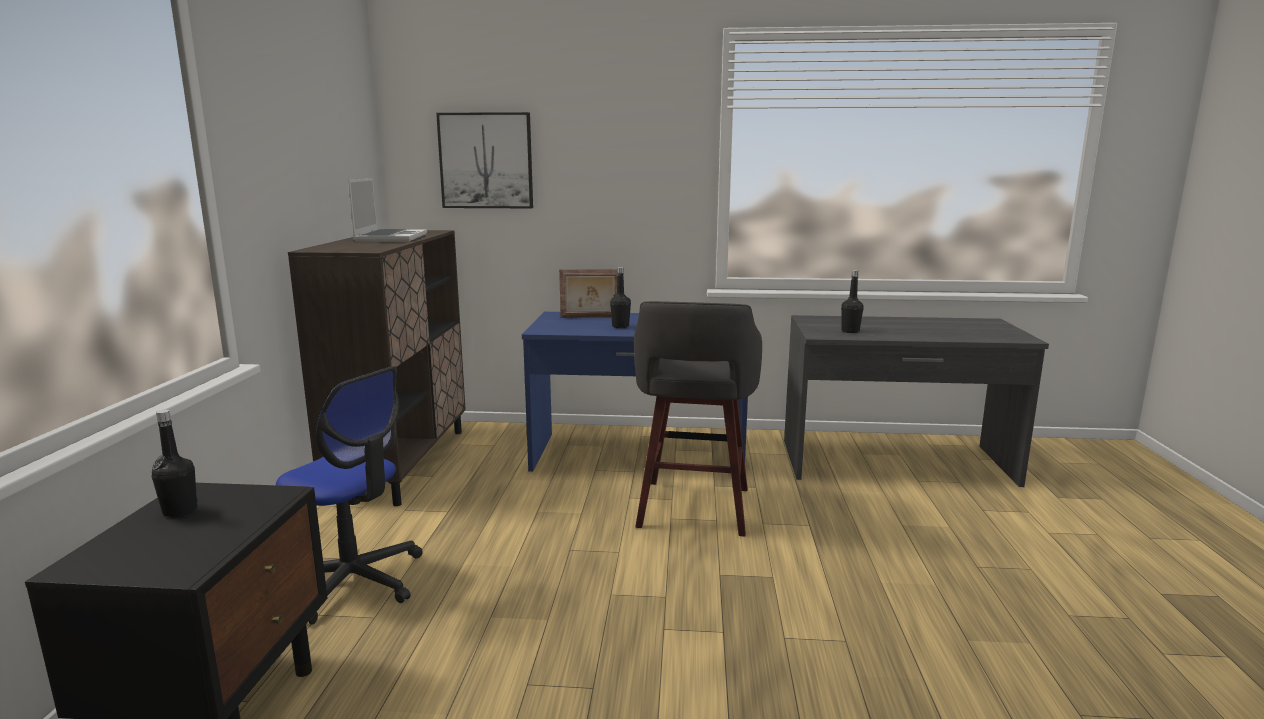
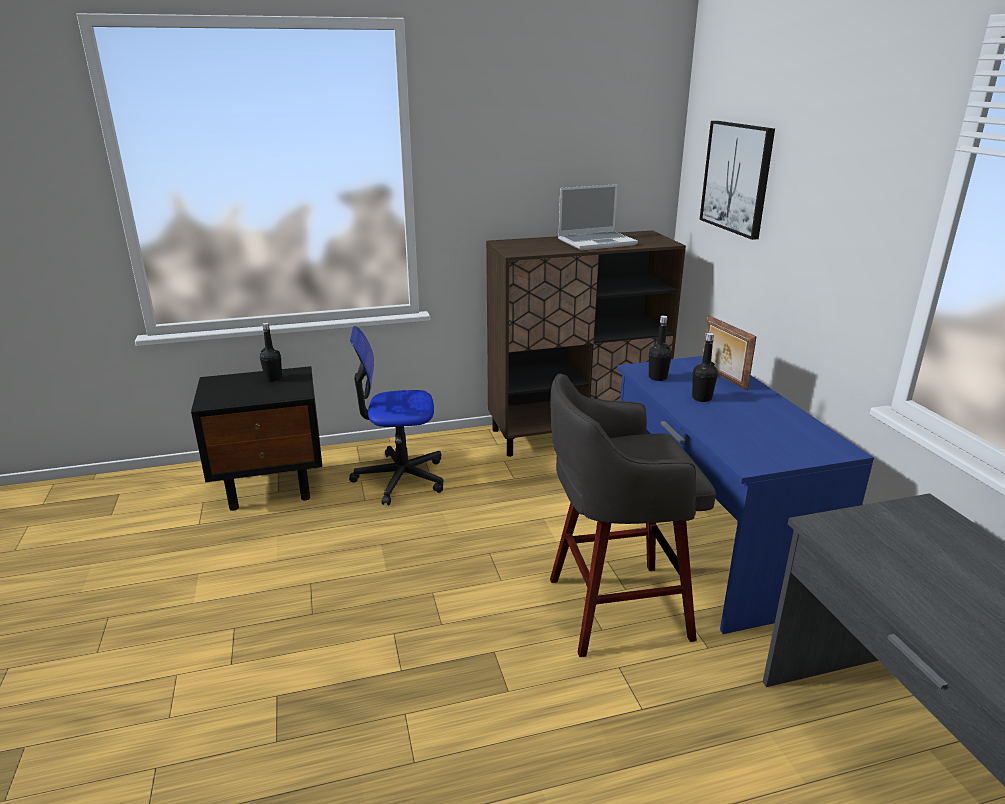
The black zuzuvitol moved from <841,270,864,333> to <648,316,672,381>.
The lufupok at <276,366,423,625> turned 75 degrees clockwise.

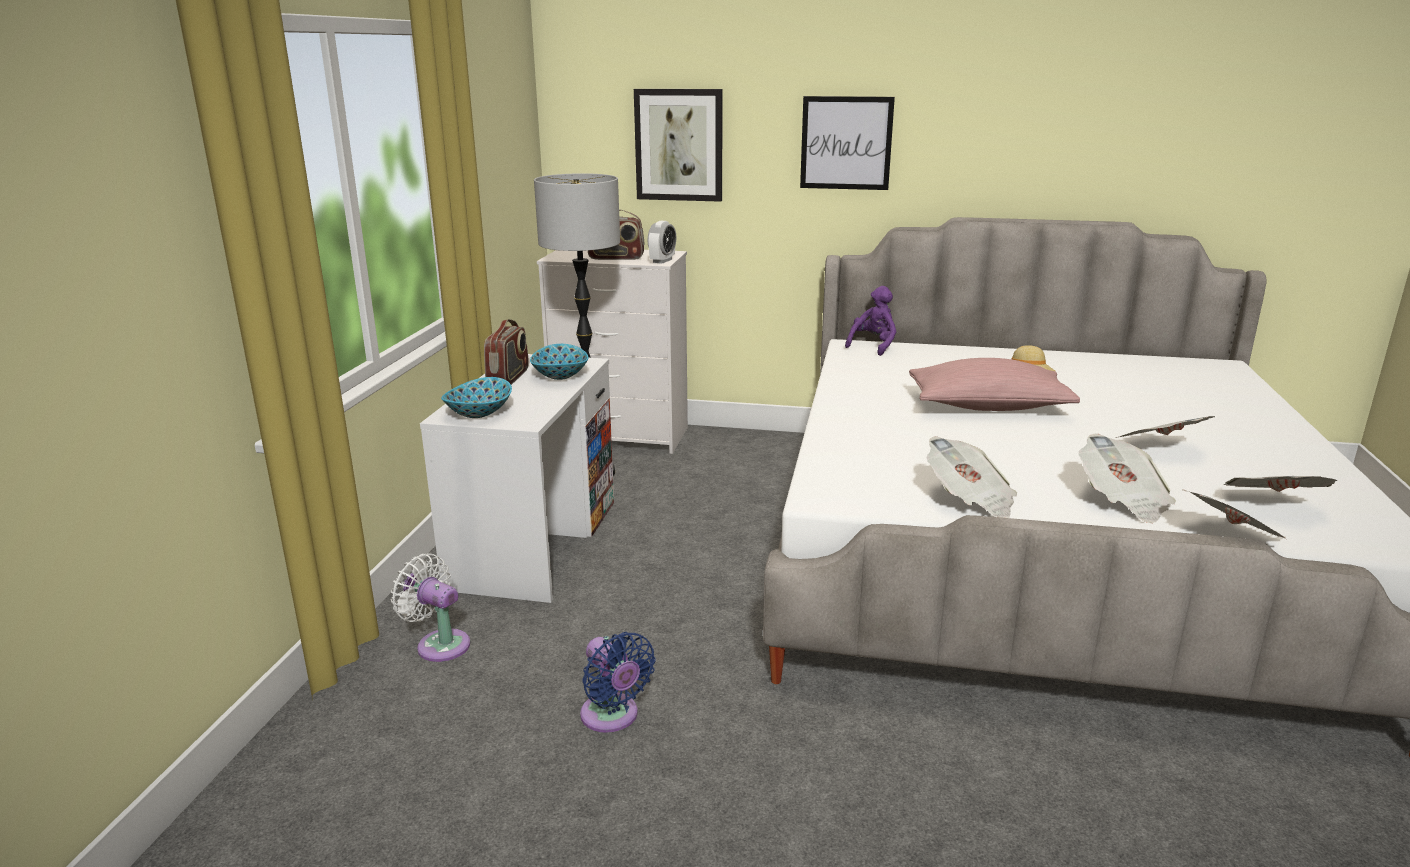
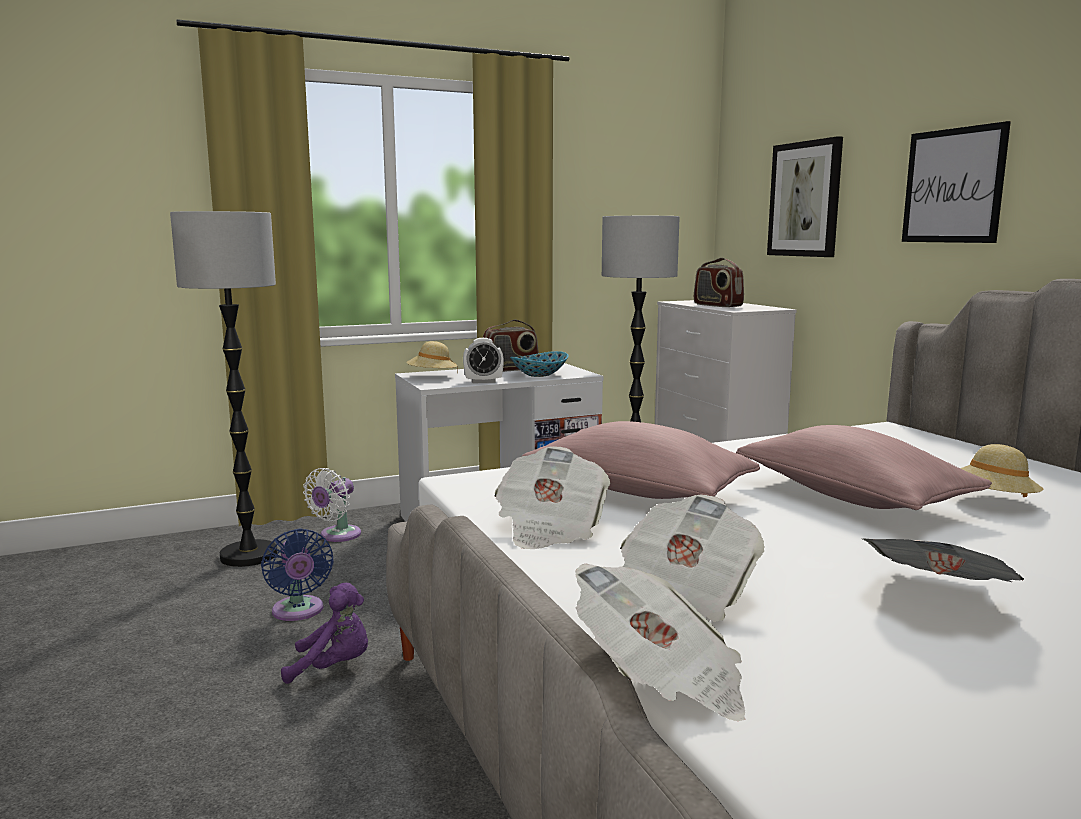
The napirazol at <1223,476,1337,492> disappeared.
The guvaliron at <170,211,277,567> appeared.
The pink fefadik at <522,421,760,499> appeared.
The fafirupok moved from <648,221,676,264> to <463,338,504,383>.
The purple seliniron moved from <845,286,896,356> to <281,583,368,684>.
The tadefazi at <441,377,512,418> was replaced by the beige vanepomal at <406,341,458,374>.
The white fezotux at <391,553,470,662> turned 150 degrees counterclockwise.
The blue fezotux at <580,632,655,733> turned 45 degrees counterclockwise.

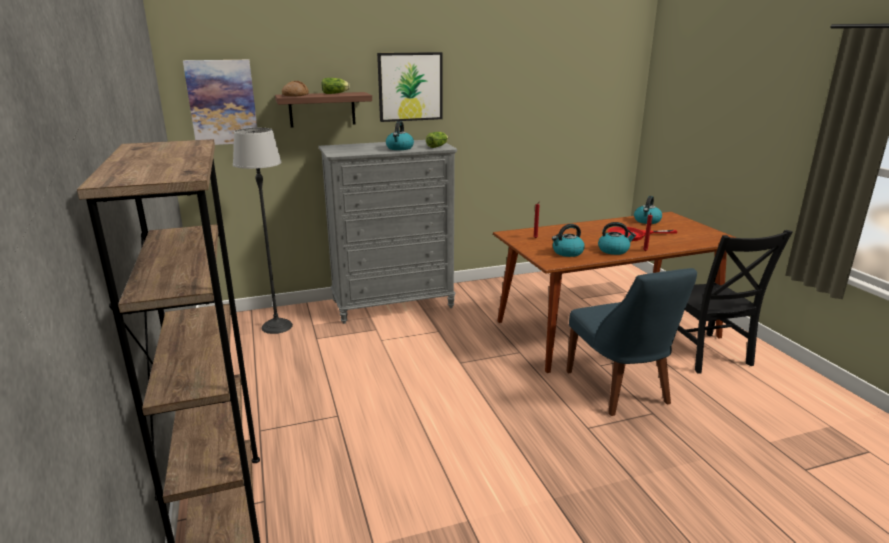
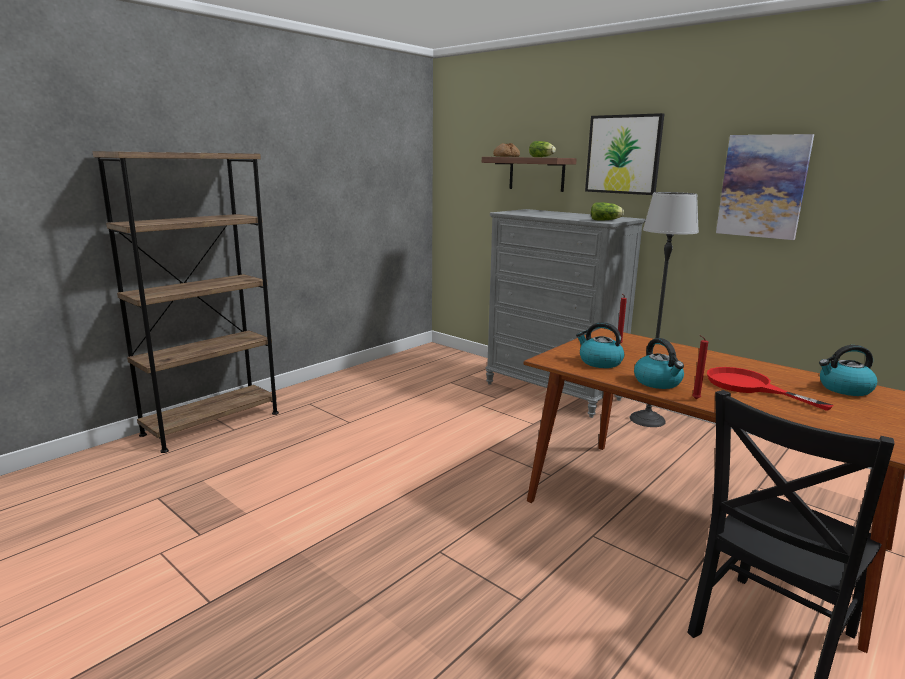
The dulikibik at <386,121,414,150> disappeared.
The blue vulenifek at <566,268,697,416> disappeared.
The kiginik moved from <183,60,257,145> to <716,134,814,240>.
The guvaliron moved from <233,128,293,334> to <629,192,699,427>.

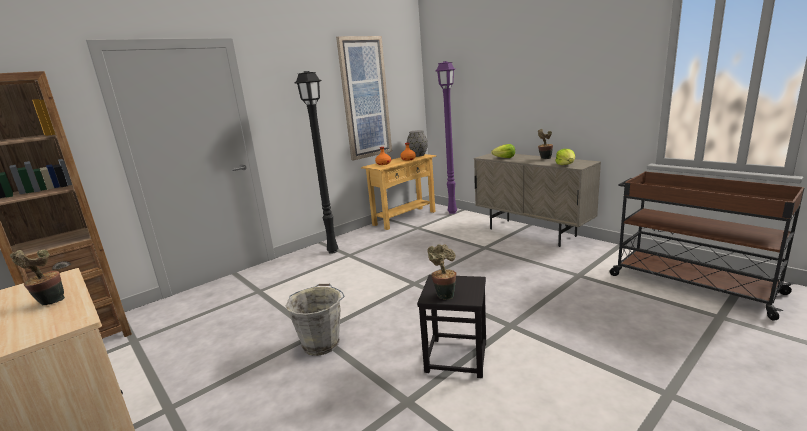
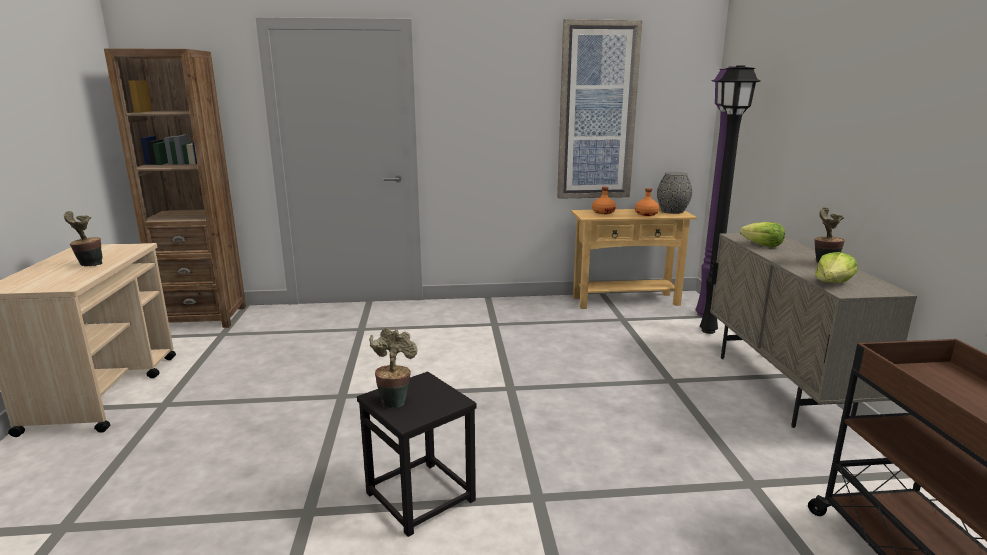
The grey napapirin at <286,284,345,356> disappeared.
The black guvaliron moved from <294,71,338,254> to <700,65,760,334>.

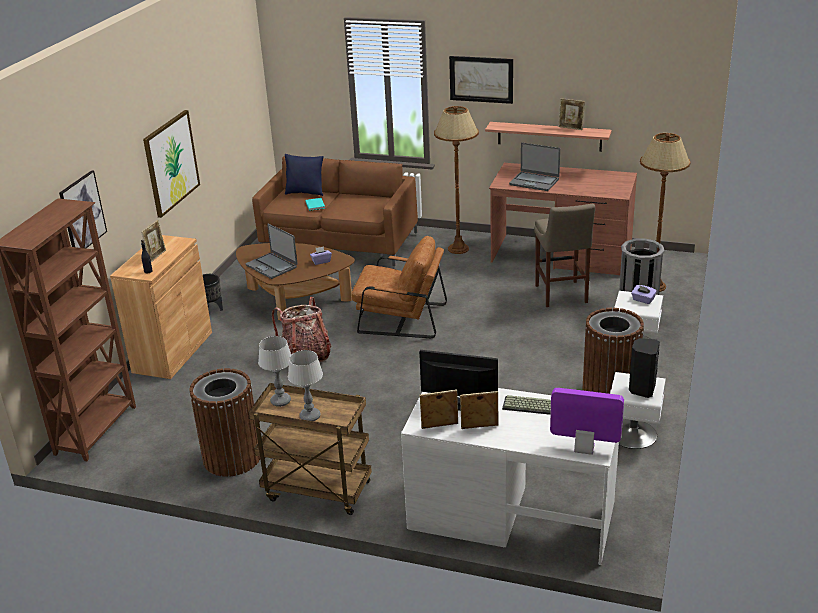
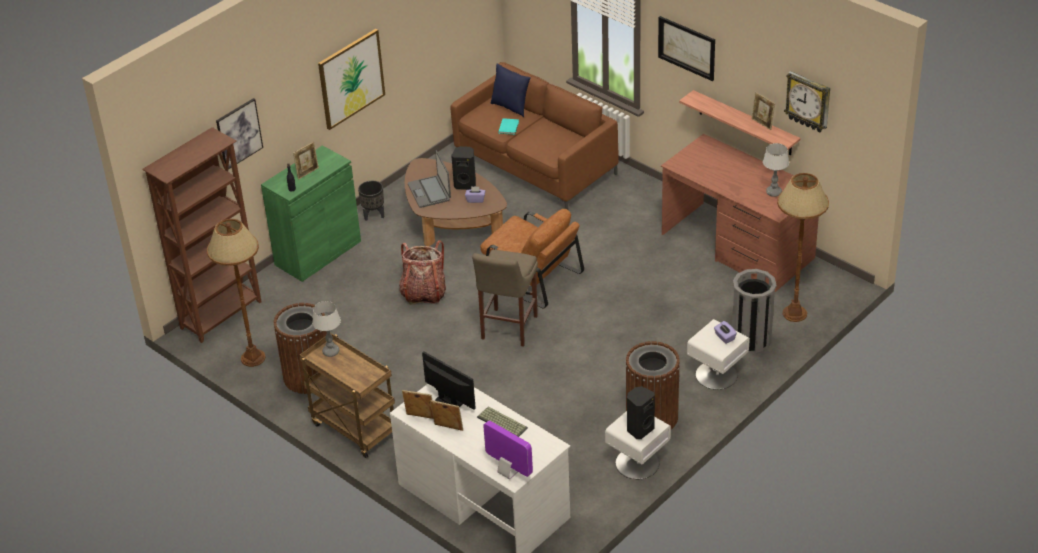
The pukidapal at <509,143,560,191> disappeared.
The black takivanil at <451,146,476,190> appeared.
The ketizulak at <784,71,830,133> appeared.
The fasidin moved from <288,350,323,421> to <763,143,789,197>.
The brown guvaliron moved from <434,106,479,254> to <207,219,266,367>.
The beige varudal moved from <534,204,595,307> to <472,250,538,347>.
The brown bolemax at <110,235,212,379> became the green bolemax at <261,145,361,282>.

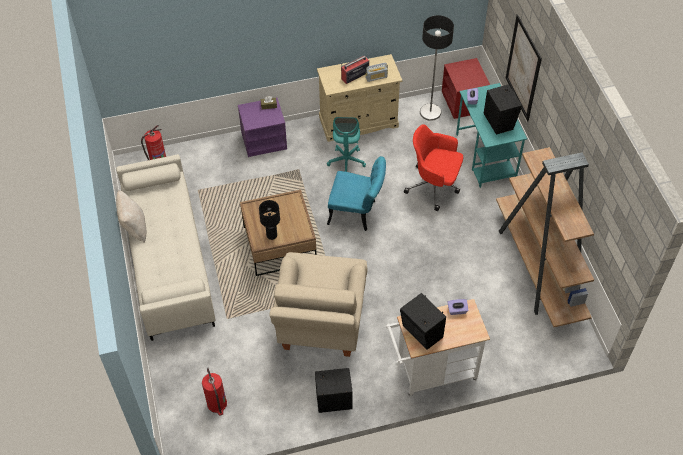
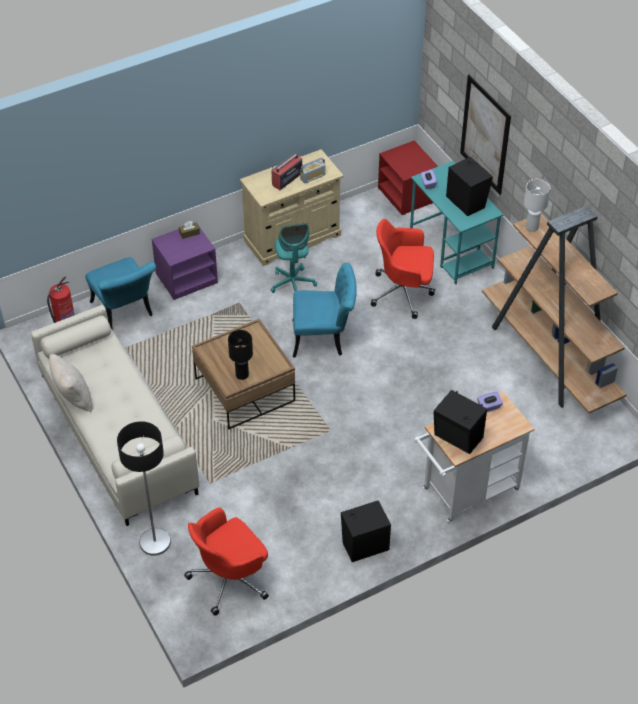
The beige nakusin at <270,252,367,357> disappeared.
The turquoise vulenifek at <85,257,156,330> appeared.
The white fasidin at <524,179,550,232> appeared.
The guvaliron moved from <420,15,454,121> to <117,421,171,556>.
The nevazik at <202,368,227,416> was replaced by the red lufupok at <184,507,269,616>.

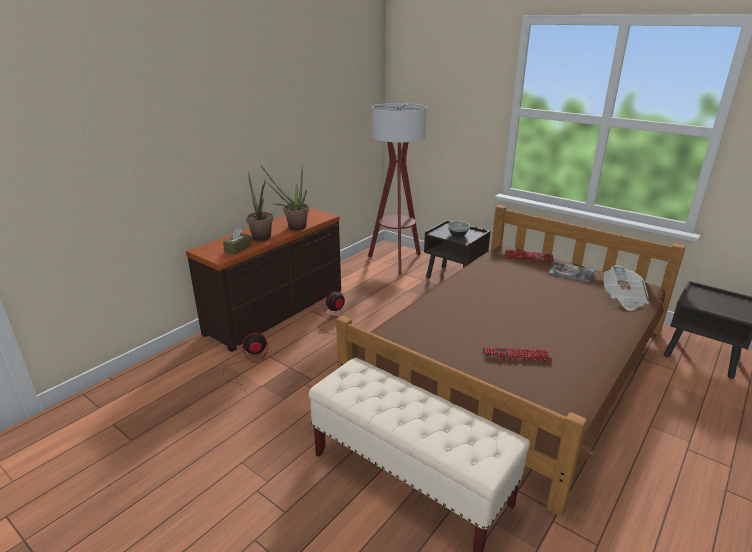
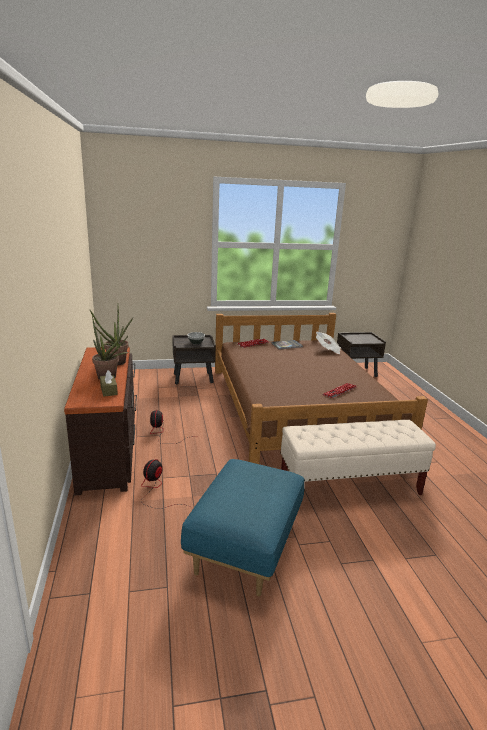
The guvaliron at <368,103,427,275> disappeared.
The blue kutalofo at <181,459,305,596> appeared.

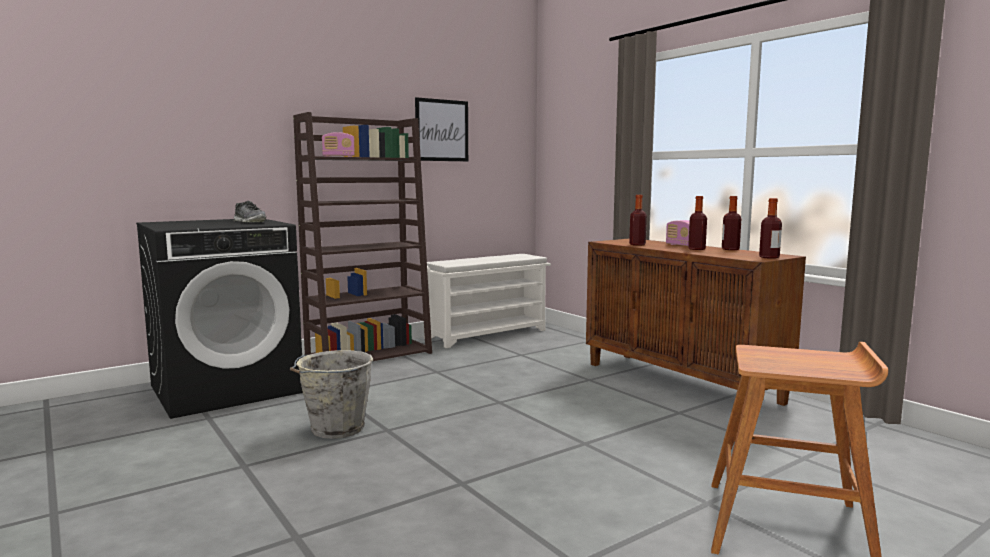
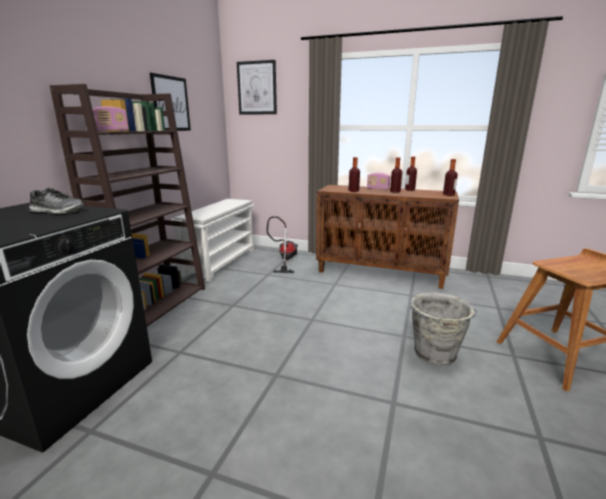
The kiginik at <237,60,277,115> appeared.
The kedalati at <267,216,298,273> appeared.
The grey napapirin moved from <290,350,374,439> to <410,292,478,366>.

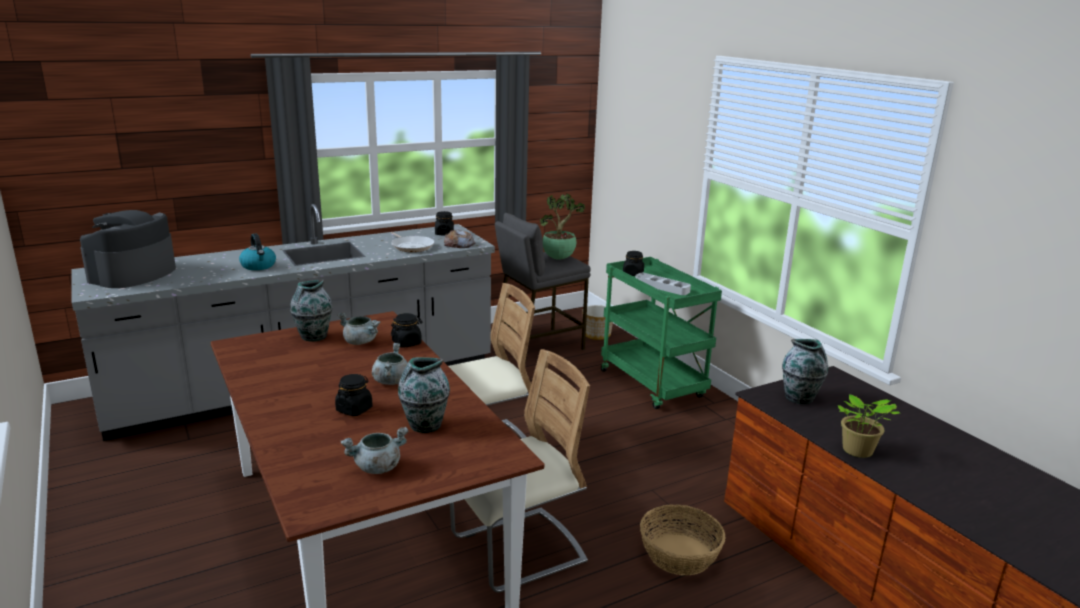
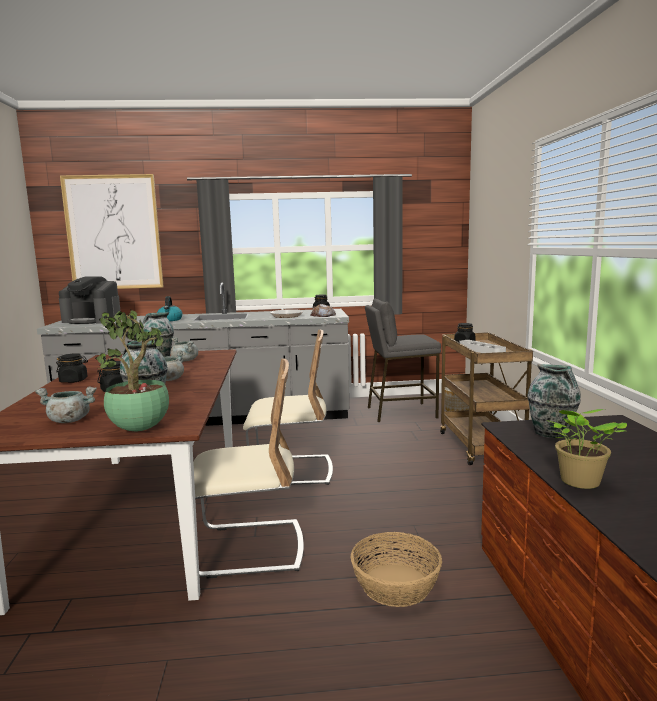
The kiginik at <60,174,164,289> appeared.
The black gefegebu moved from <391,313,422,348> to <56,353,88,383>.
The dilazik moved from <540,193,585,260> to <95,309,169,431>.
The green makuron at <601,257,722,409> became the brown makuron at <440,332,533,465>.
The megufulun at <80,210,176,288> turned 120 degrees counterclockwise.

